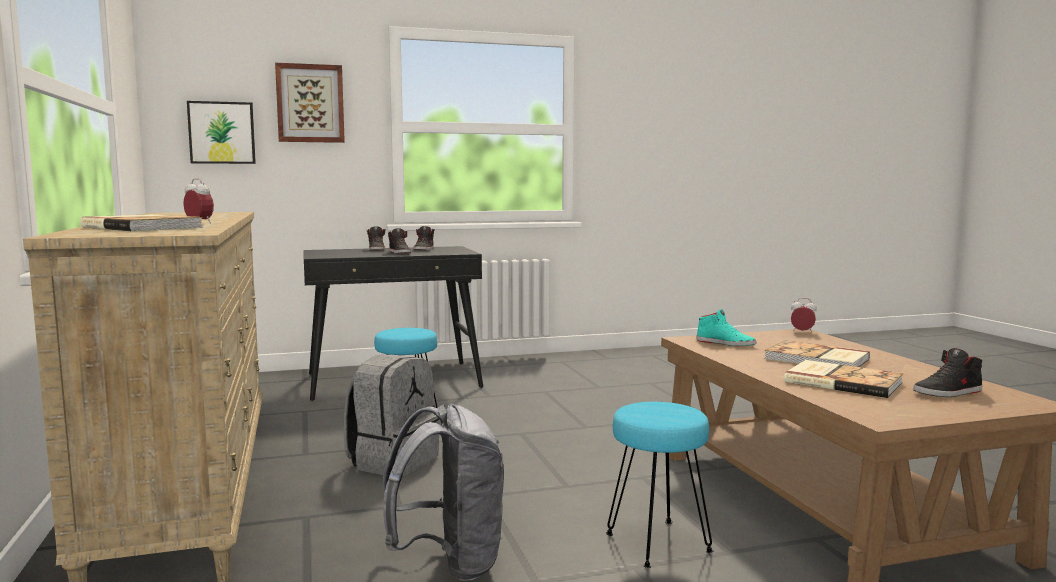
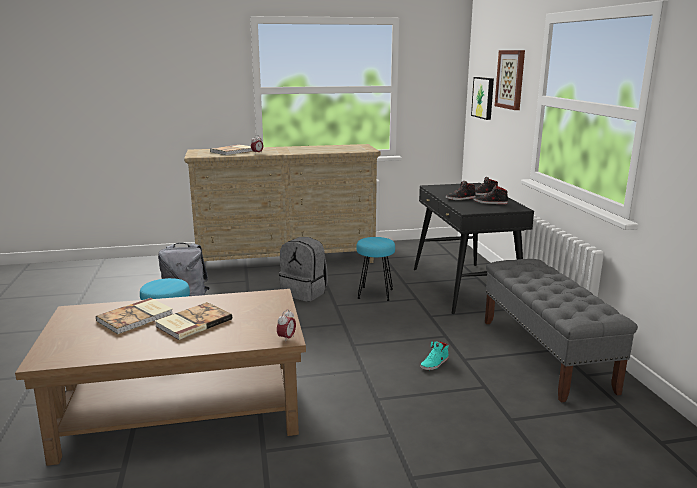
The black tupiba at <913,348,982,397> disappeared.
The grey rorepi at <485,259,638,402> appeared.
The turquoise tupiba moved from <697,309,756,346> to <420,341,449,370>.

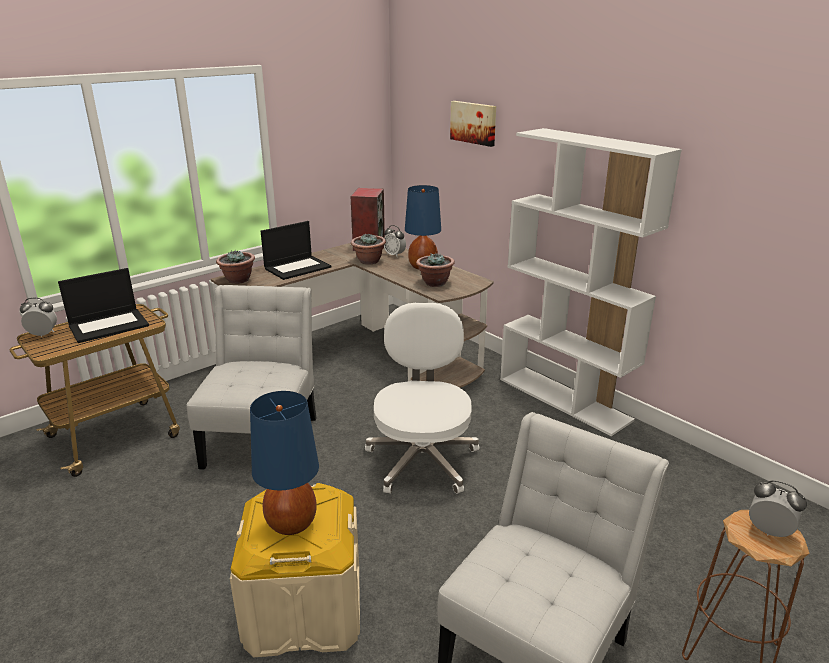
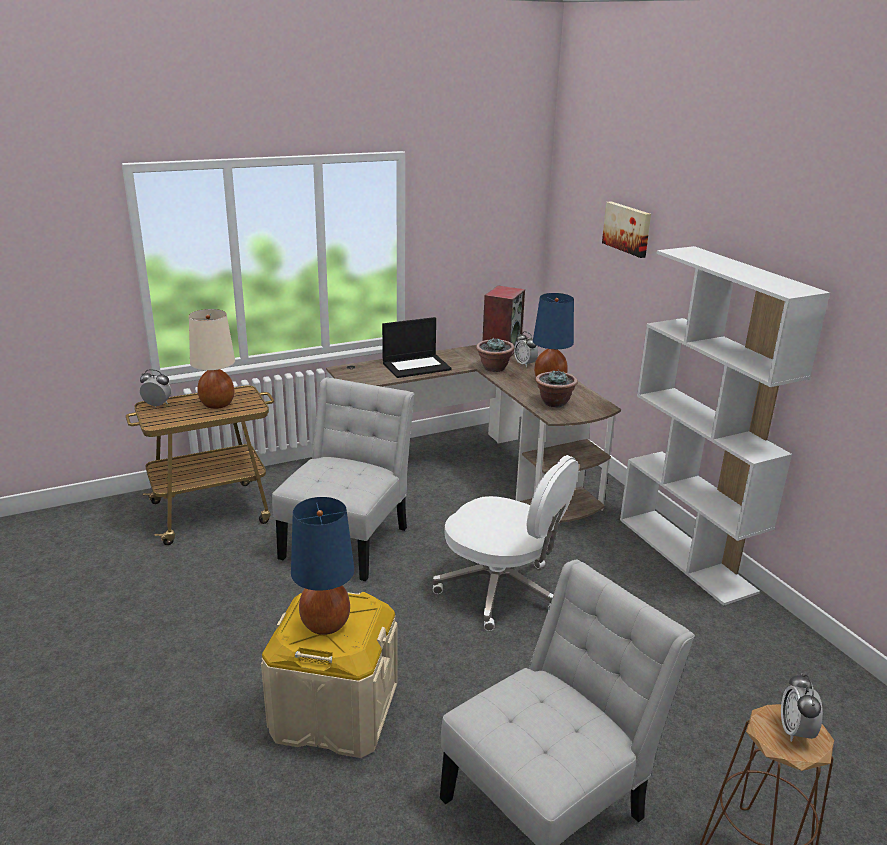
The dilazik at <216,250,255,284> disappeared.
The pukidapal at <58,268,149,343> was replaced by the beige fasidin at <189,309,235,409>.
The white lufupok at <365,302,479,494> turned 105 degrees clockwise.
The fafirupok at <749,480,807,537> turned 135 degrees counterclockwise.

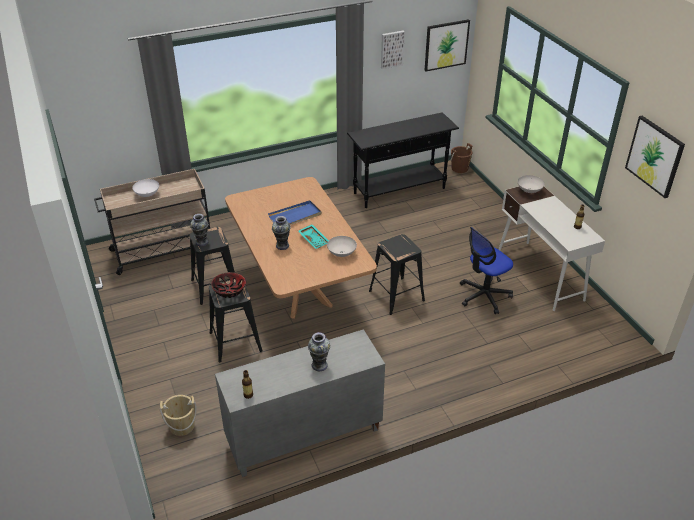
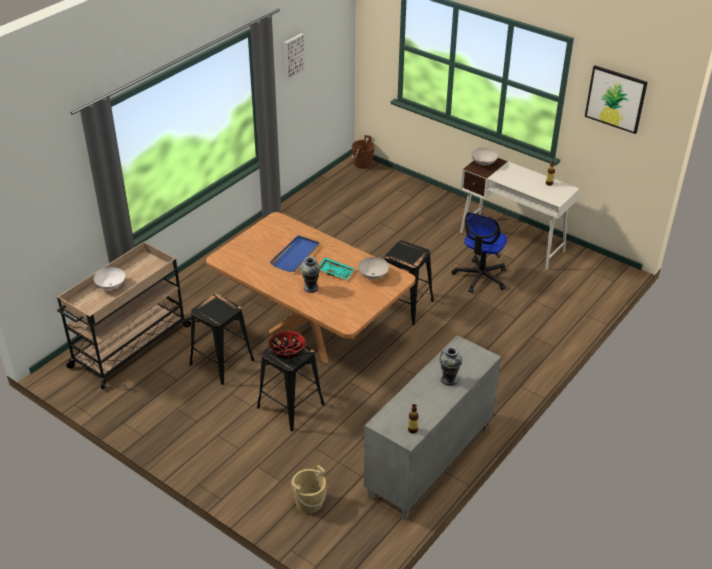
The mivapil at <190,214,209,246> disappeared.
The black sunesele at <347,112,459,208> disappeared.
The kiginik at <425,19,470,71> disappeared.

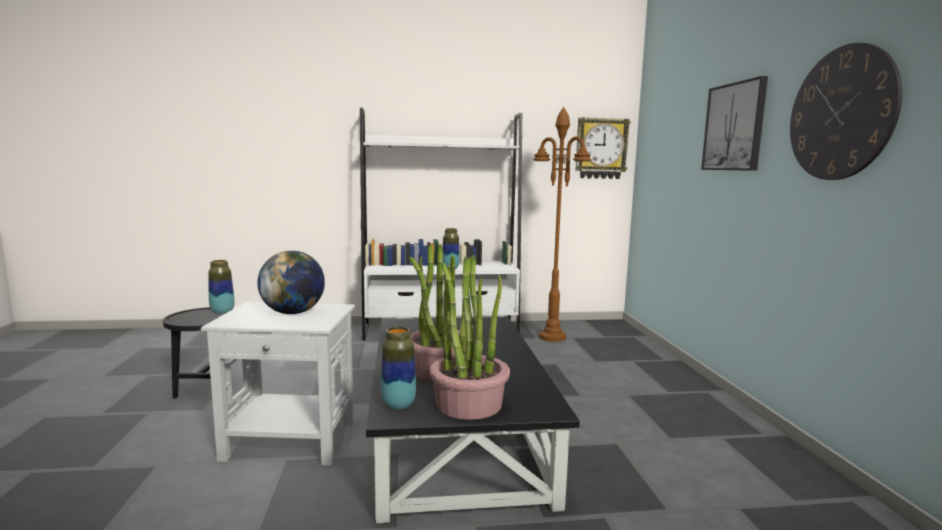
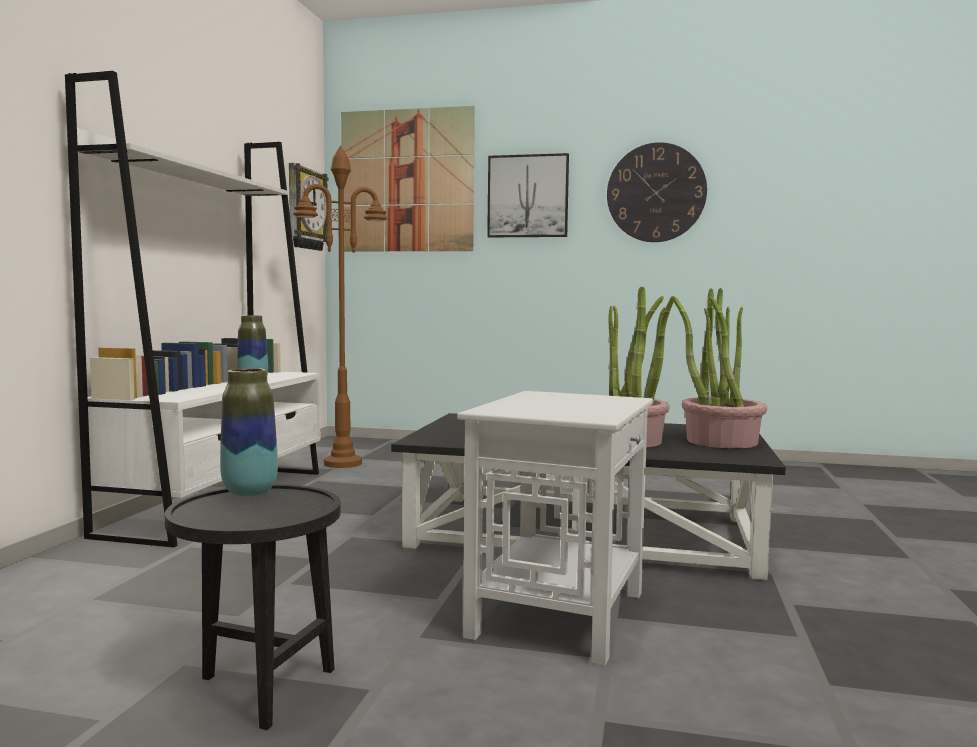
The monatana at <258,251,325,314> disappeared.
The mivapil at <381,327,416,410> disappeared.
The kiginik at <341,106,475,252> appeared.

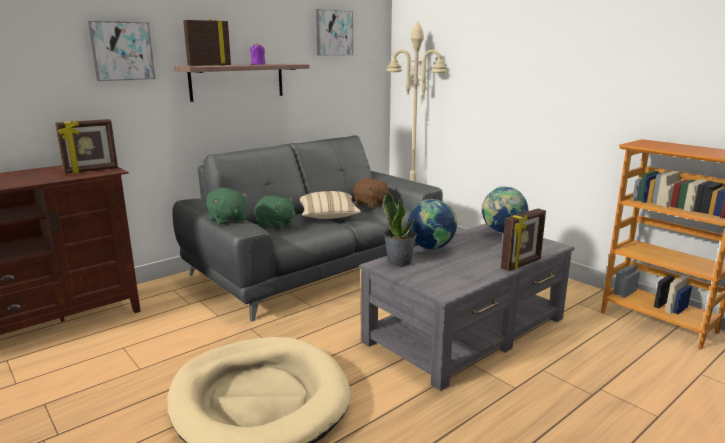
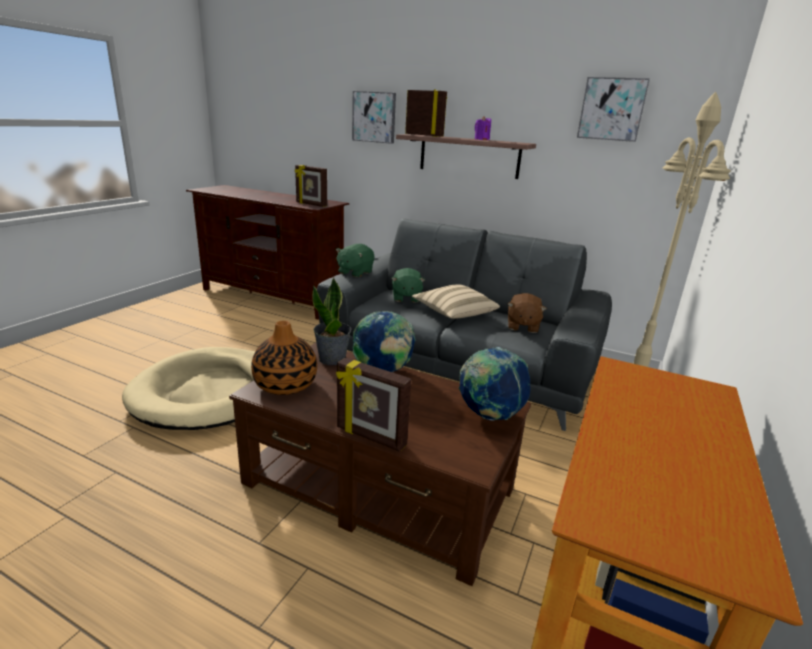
The mivapil at <251,321,317,395> appeared.
The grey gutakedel at <359,223,575,391> became the brown gutakedel at <229,343,531,586>.

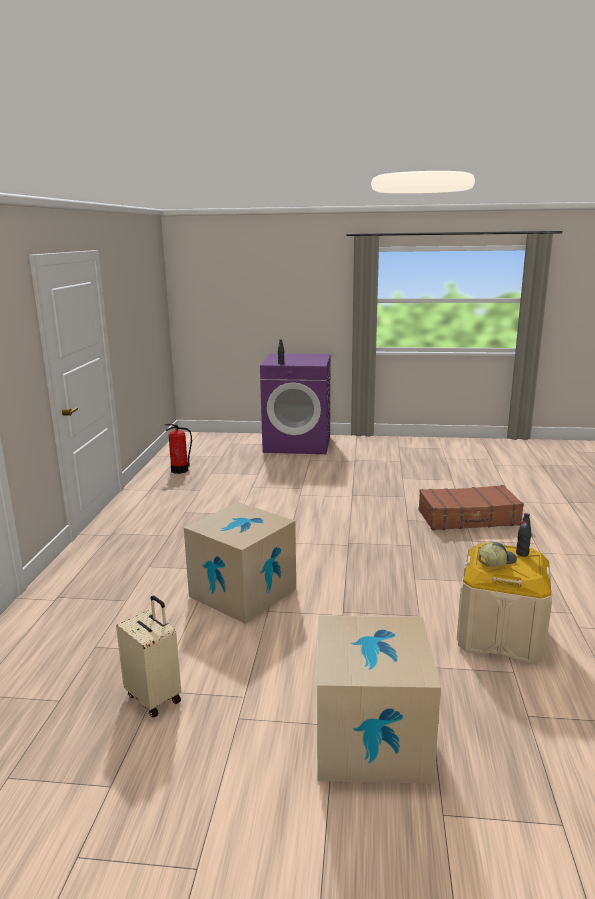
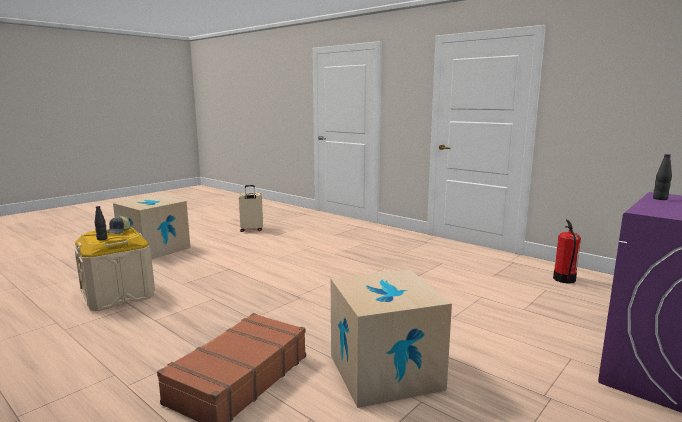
The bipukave moved from <184,502,296,624> to <331,269,452,408>.

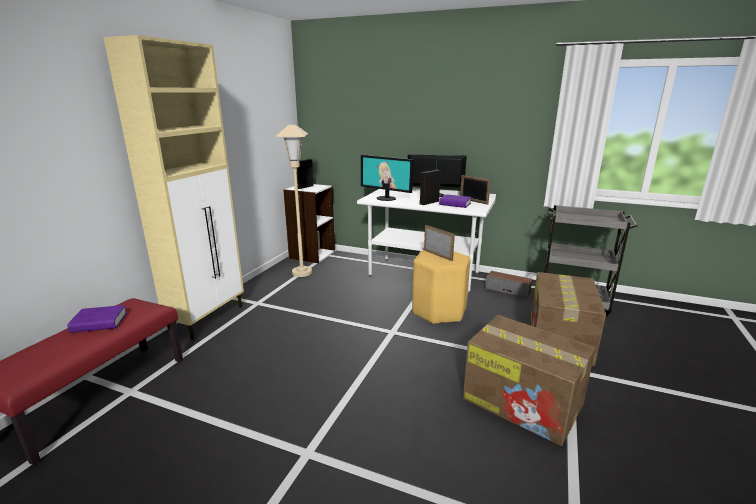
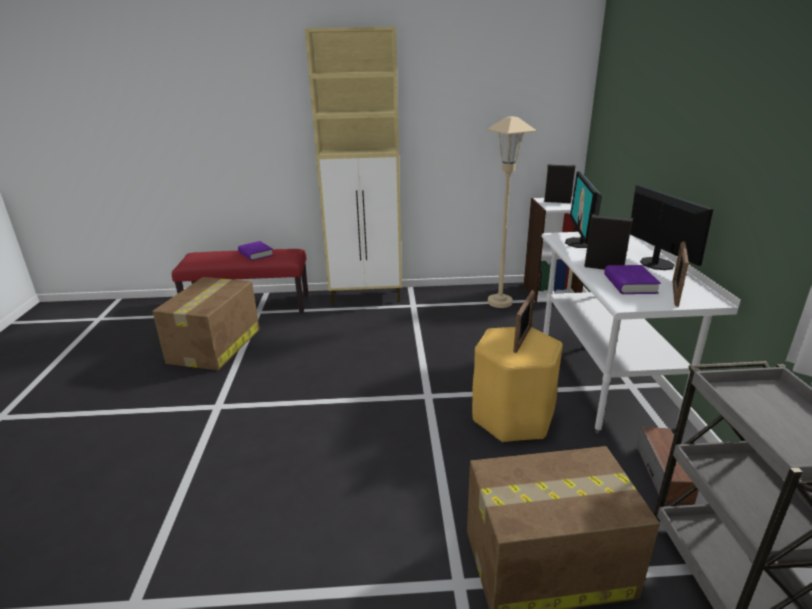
The bipukave moved from <463,315,596,446> to <152,277,260,370>.

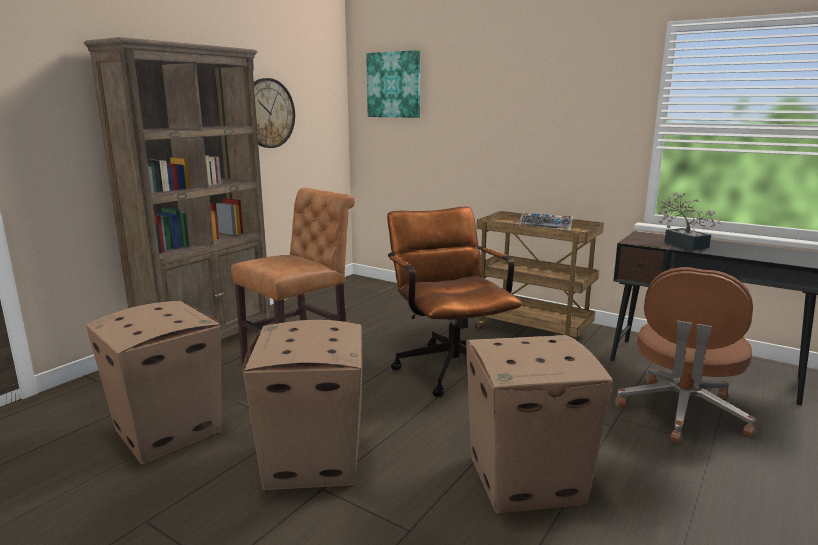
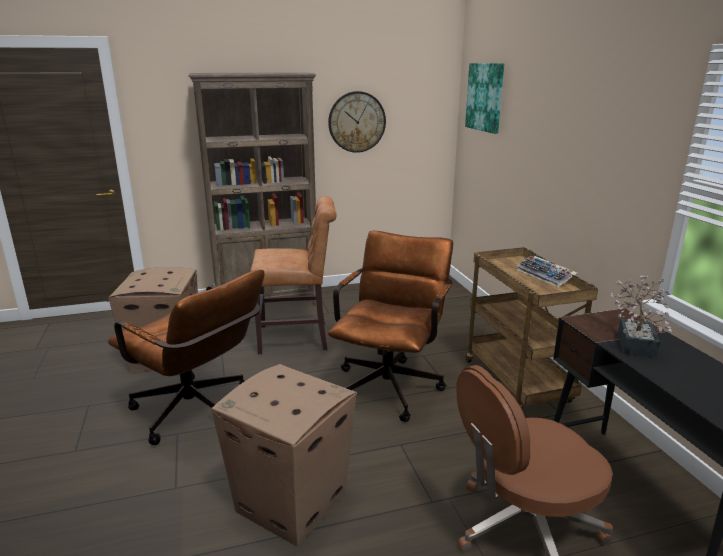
The bipukave at <243,320,363,490> was replaced by the brown lufupok at <108,270,264,445>.

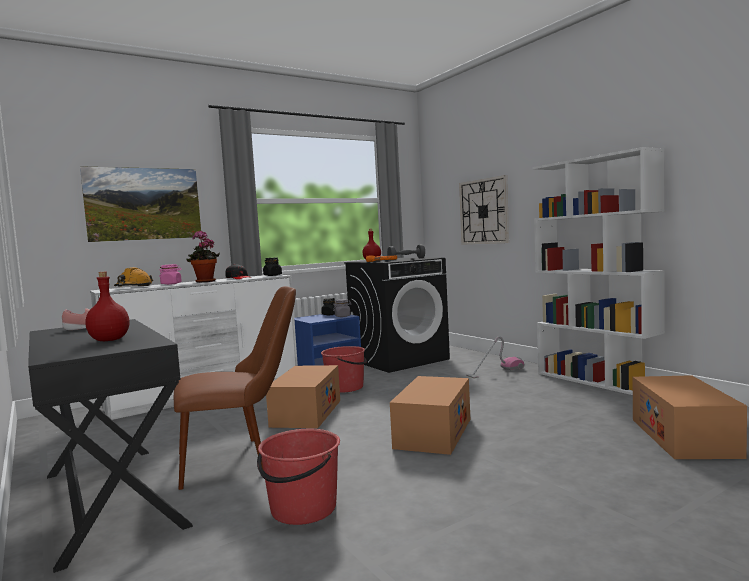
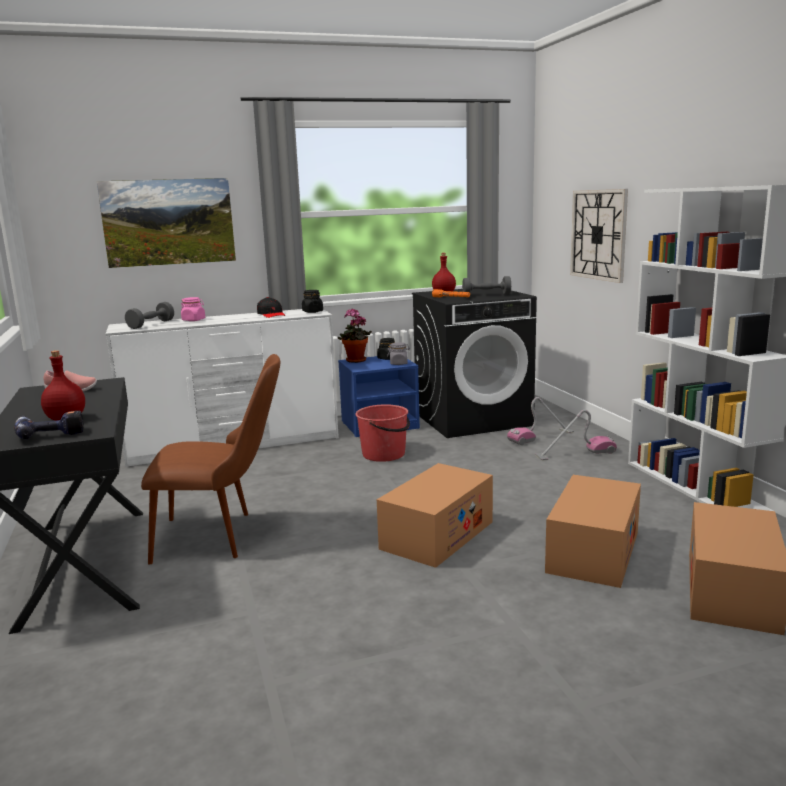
The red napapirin at <257,429,340,525> disappeared.
The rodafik at <14,411,83,439> appeared.
The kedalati at <507,397,574,445> appeared.
The dilazik moved from <186,230,220,283> to <338,309,372,363>.
The bipukave moved from <266,365,340,428> to <545,475,641,588>.
The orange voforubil at <114,267,153,287> was replaced by the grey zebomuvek at <125,302,174,329>.

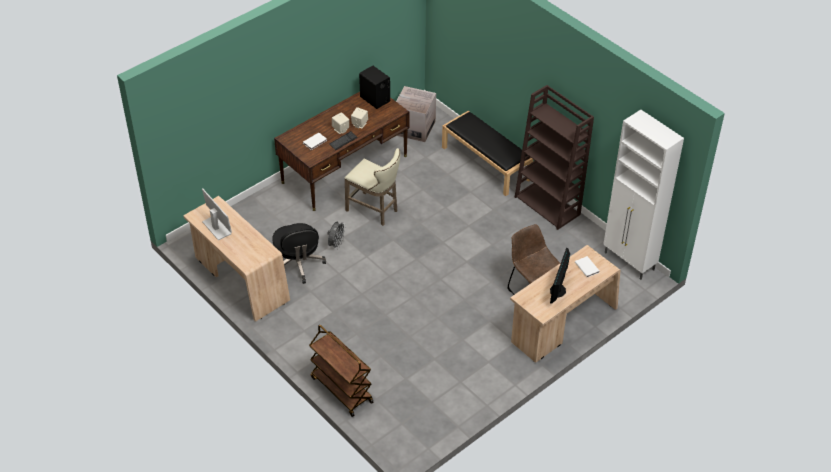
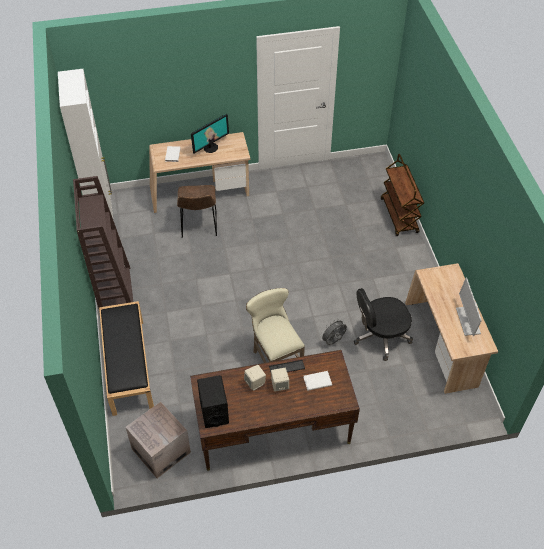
The black lufupok at <272,223,326,284> turned 120 degrees counterclockwise.

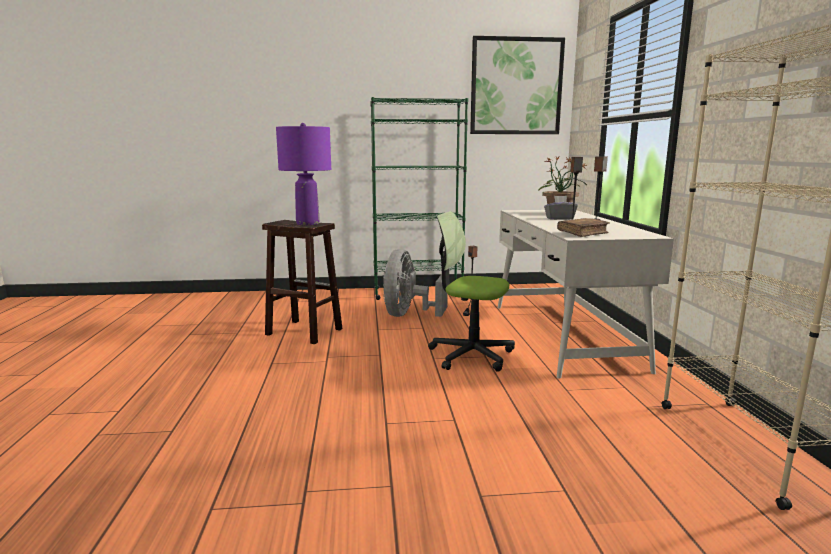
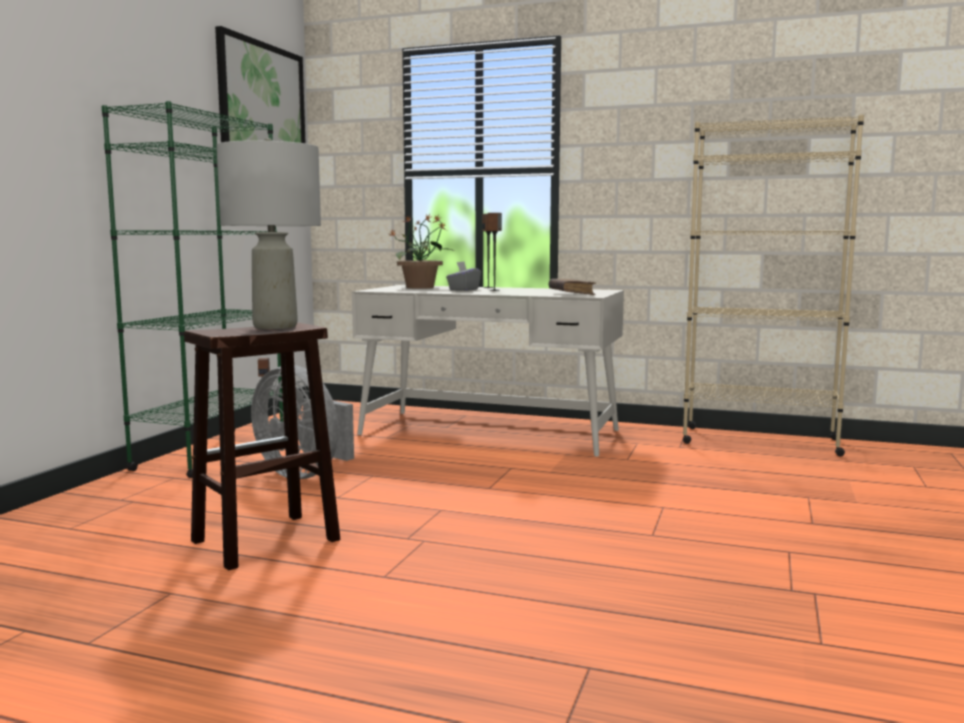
The lufupok at <428,211,515,372> disappeared.
The purple fasidin at <276,123,331,225> became the grey fasidin at <216,138,321,329>.

